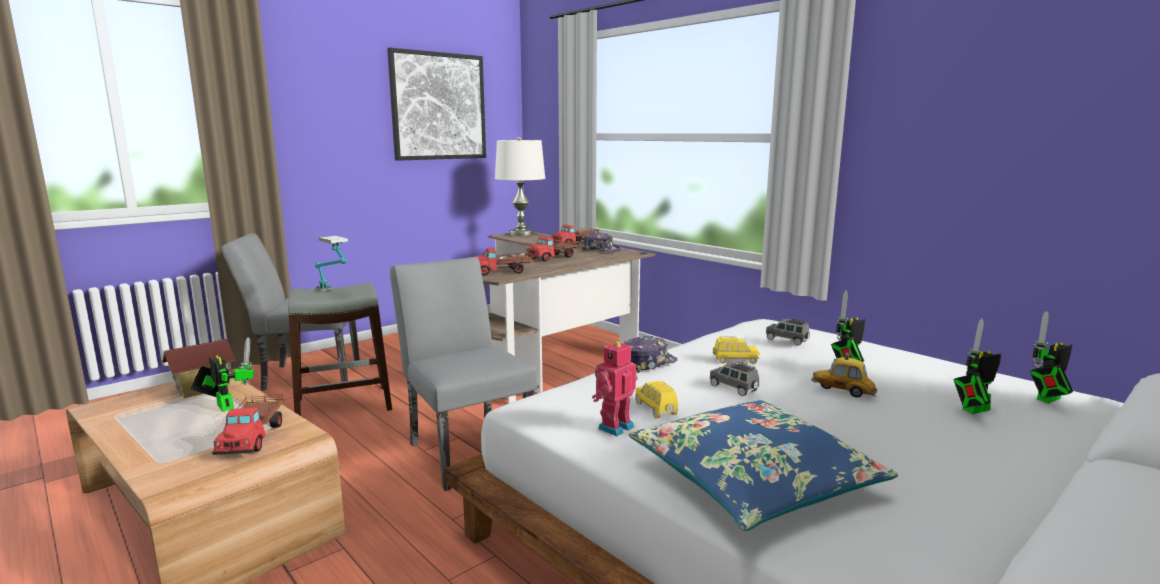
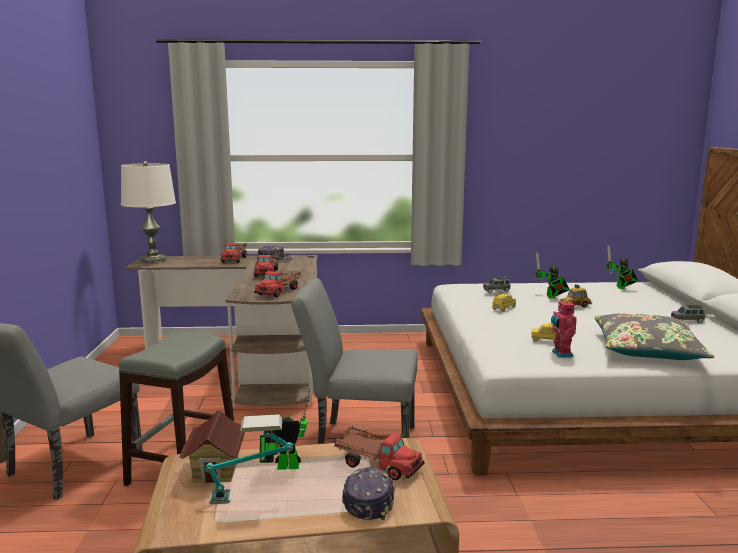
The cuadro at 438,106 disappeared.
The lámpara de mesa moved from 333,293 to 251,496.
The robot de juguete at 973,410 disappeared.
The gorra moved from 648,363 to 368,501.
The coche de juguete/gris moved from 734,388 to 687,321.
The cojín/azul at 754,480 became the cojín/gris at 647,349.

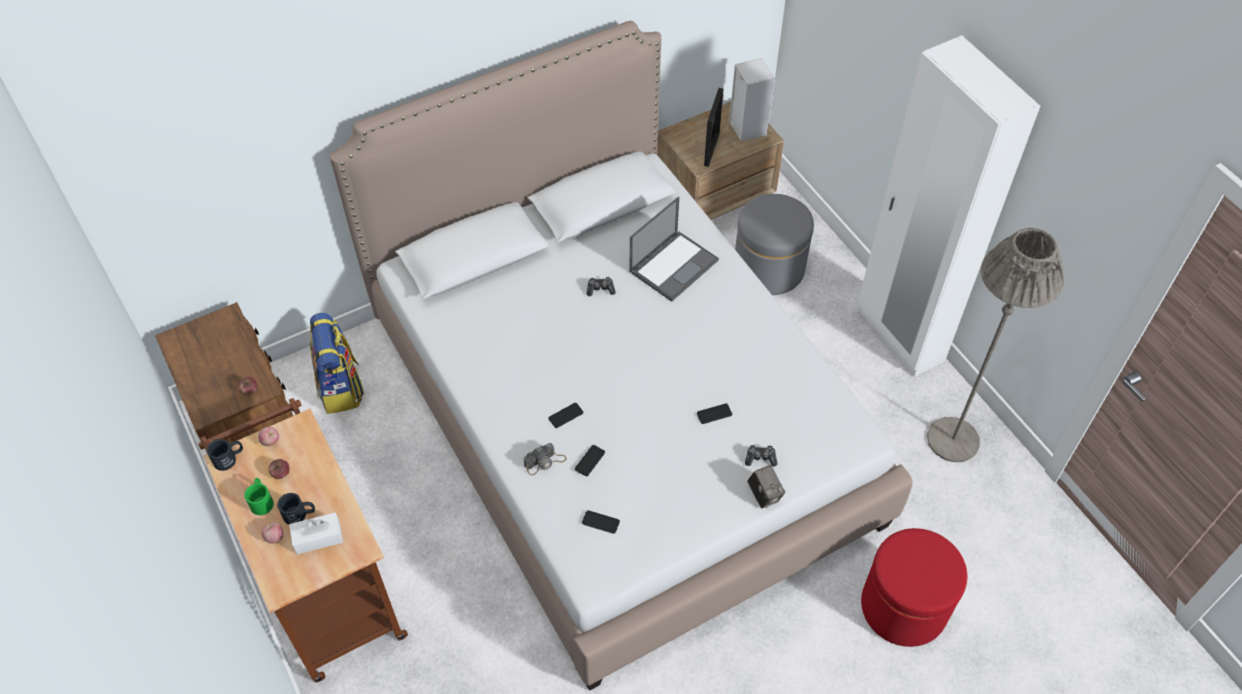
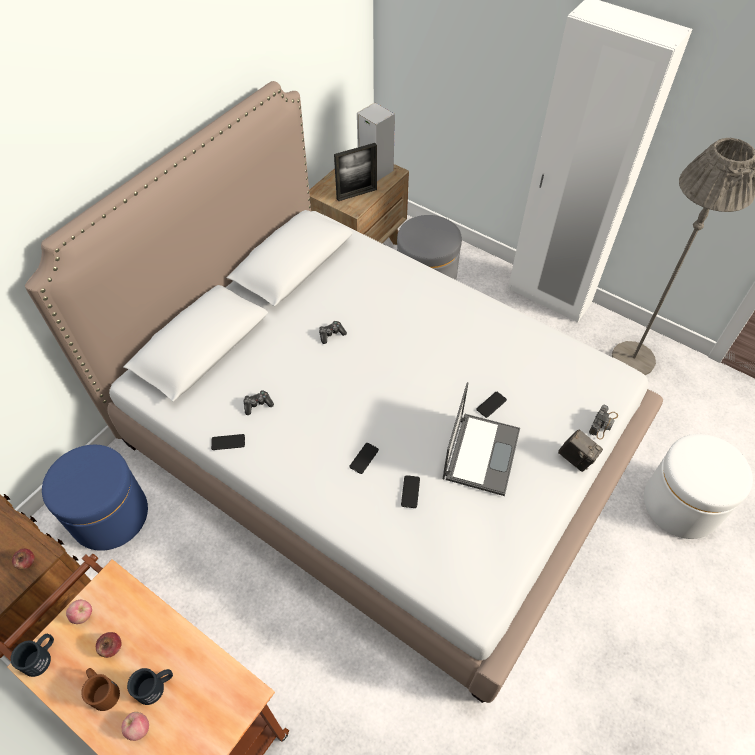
The portarretratos at 711,149 turned 75 degrees clockwise.
The portátil moved from 674,265 to 481,452.
The mochila at 341,388 was replaced by the puf/azul at 110,515.
The cámara moved from 545,462 to 603,423.
The mando de consola moved from 760,458 to 257,404.
The taza grande/verde at 261,500 became the taza grande/marrón at 103,690.
The móvil moved from 600,522 to 228,442.
The caja de pañuelos/blanco at 318,538 disappeared.
The puf/rojo at 903,607 became the puf/blanco at 680,504.

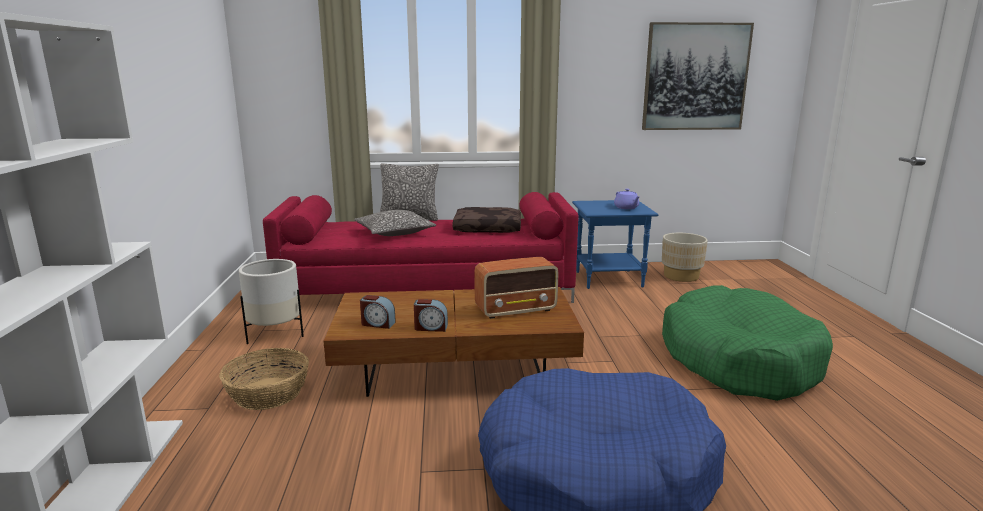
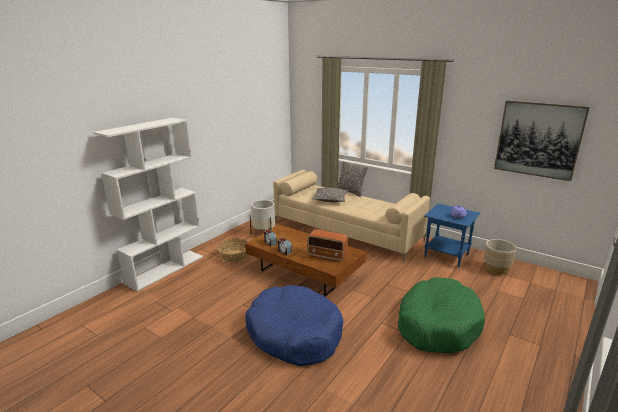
The sofá/rojo at 429,289 became the sofá/beis at 347,231.
The cojín/marrón at 488,228 disappeared.

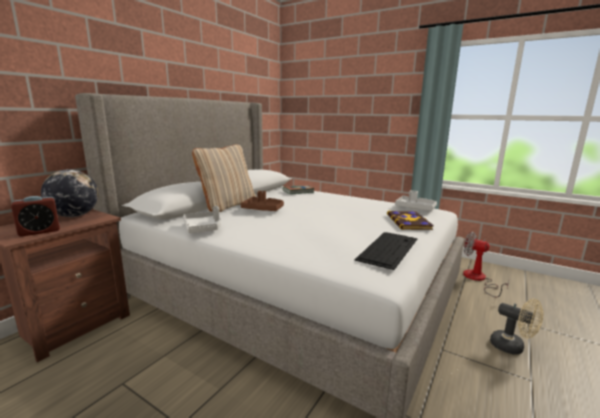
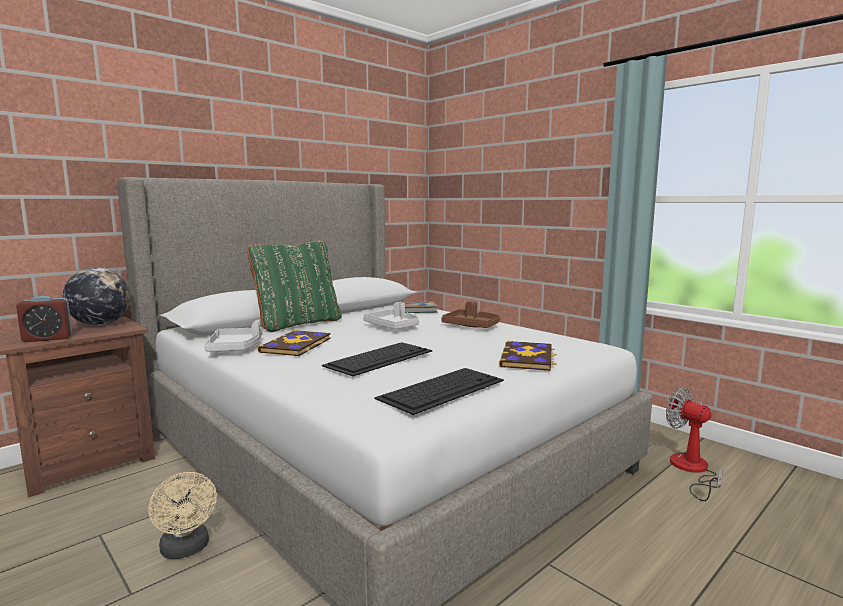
The cojín/beis at 228,206 became the cojín/verde at 298,324.
The bandeja/gris moved from 415,208 to 393,326.
The bandeja/marrón moved from 263,209 to 471,326.
The ventilador/beis moved from 512,347 to 186,549.
The libro at 297,345 appeared.
The teclado at 380,358 appeared.

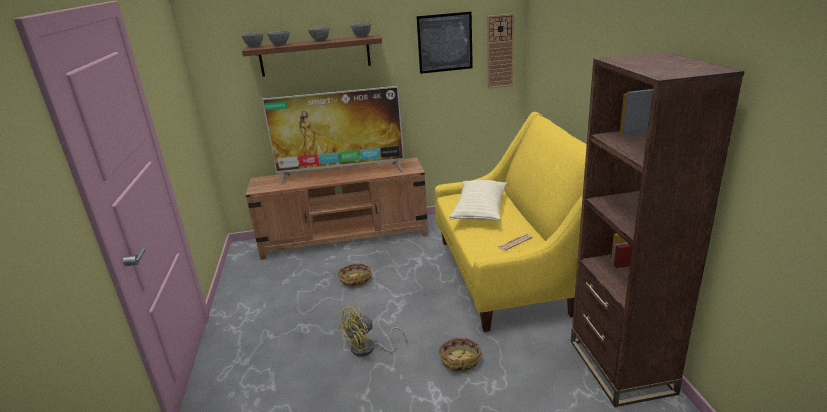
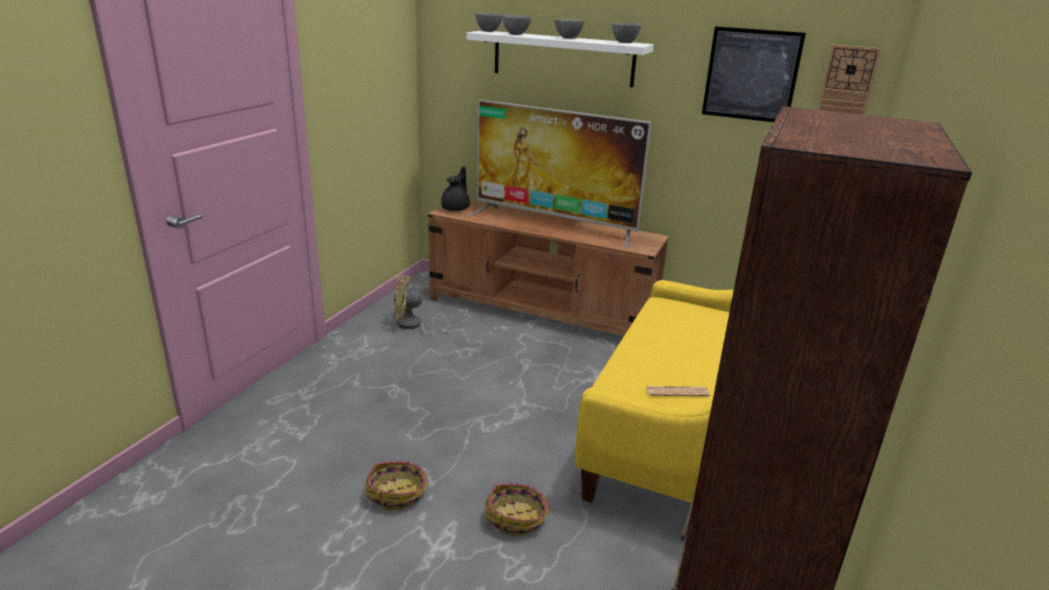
The estante/marrón at 315,55 became the estante/blanco at 563,58.
The cojín/beis at 479,211 disappeared.
The cesta moved from 356,279 to 398,493.
The ventilador/amarillo moved from 368,349 to 412,326.
The tetera/negro at 456,208 appeared.

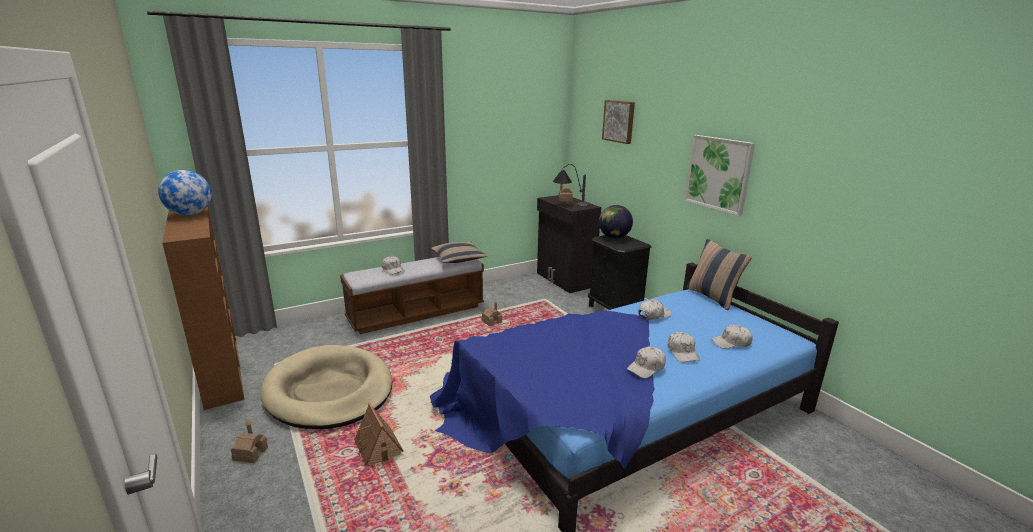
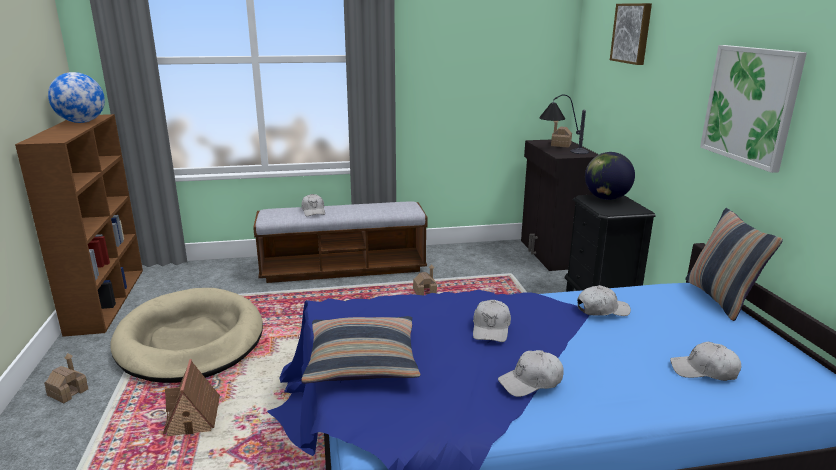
The cojín moved from 458,258 to 362,361.
The gorra/blanco moved from 682,352 to 491,328.

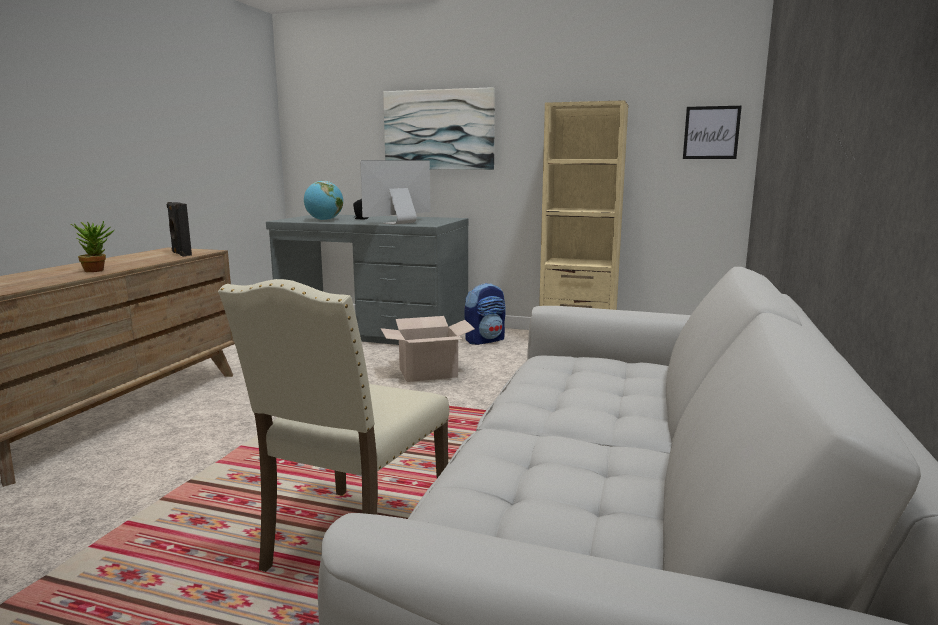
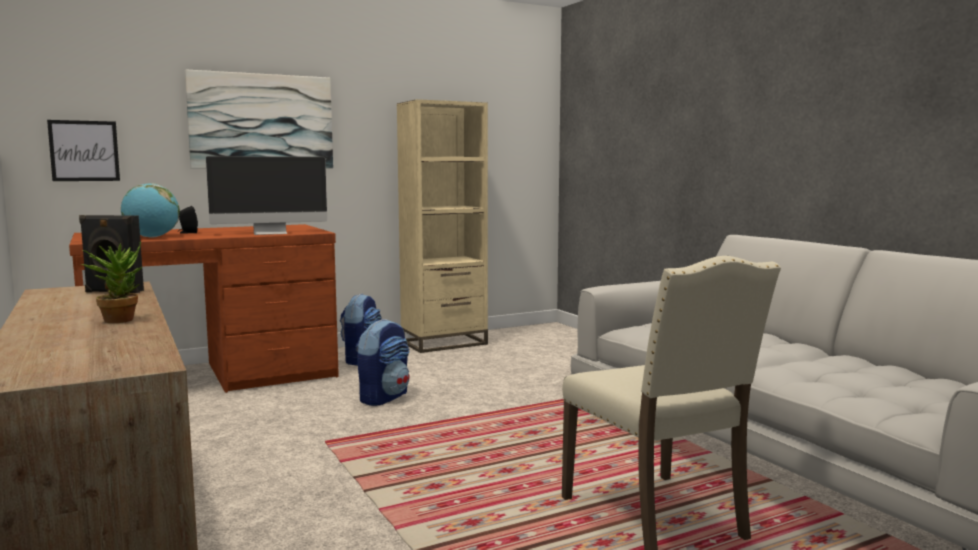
The cuadro moved from 711,132 to 84,151.
The monitor at 399,223 turned 105 degrees counterclockwise.
The escritorio/gris at 374,330 became the escritorio/marrón at 214,377.
The caja de cartón at 428,373 was replaced by the mochila at 383,397.

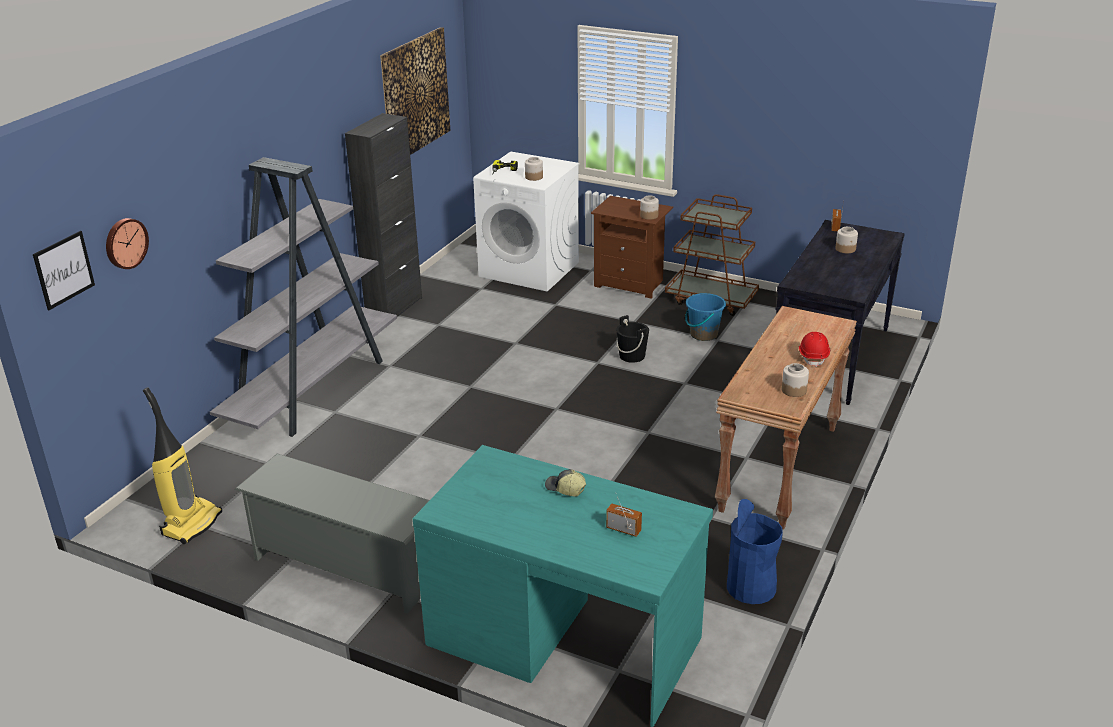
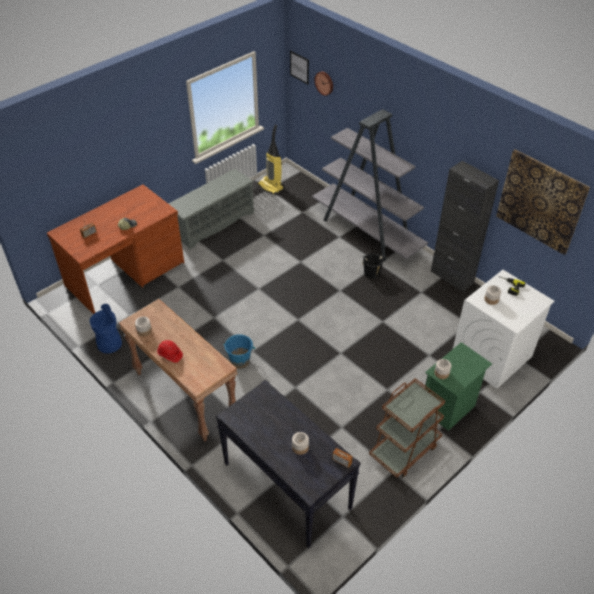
The mesita de noche/marrón at 631,283 became the mesita de noche/verde at 448,408.
The cubo/azul moved from 703,334 to 240,361.
The cubo/negro moved from 632,356 to 371,273.
The escritorio/turquesa at 563,639 became the escritorio/marrón at 126,274.

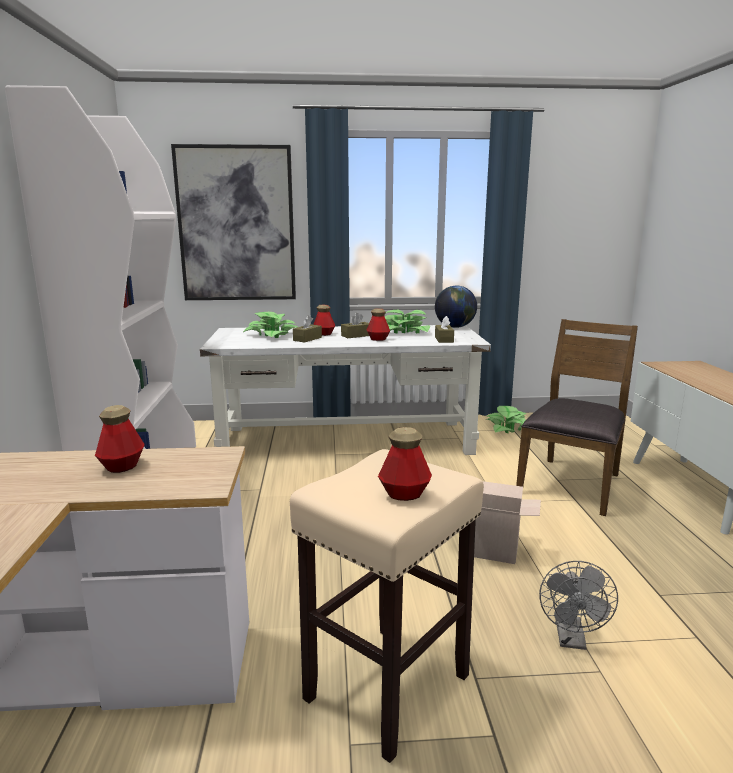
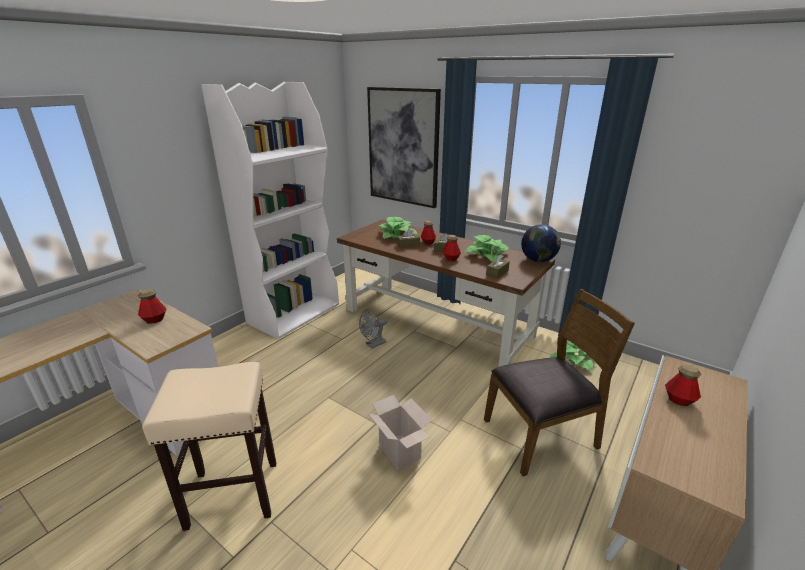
The escritorio/blanco at 347,440 became the escritorio/marrón at 437,322.
The botella moved from 404,494 to 679,400.
The ventilador/gris moved from 571,640 to 373,345.

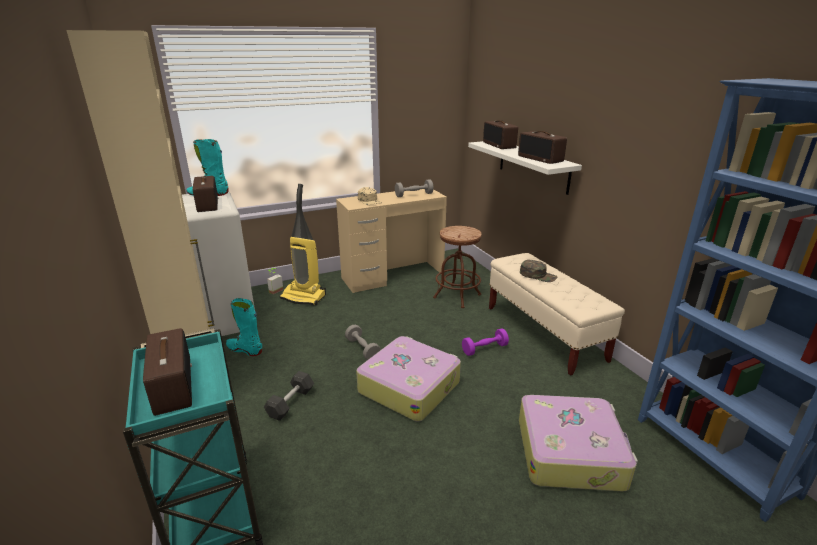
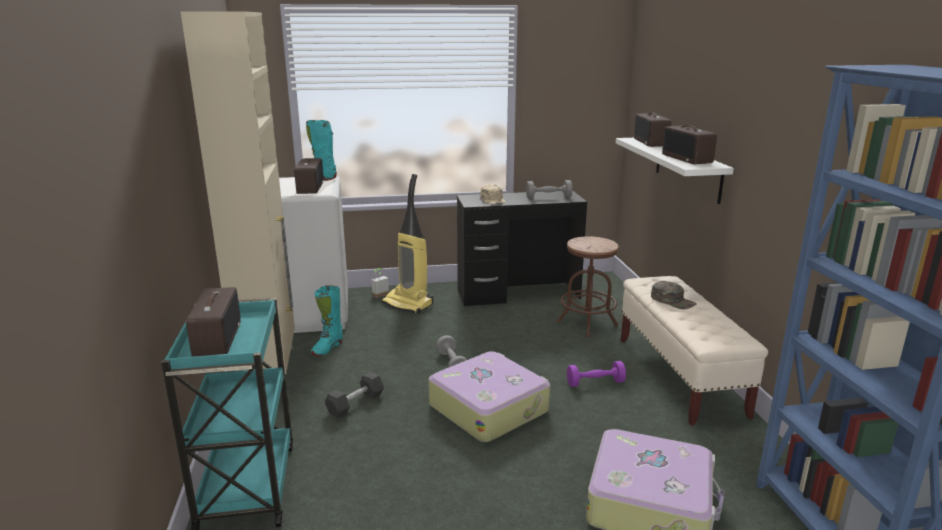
The escritorio/beis at 393,276 became the escritorio/negro at 518,293.
The bota/turquesa at 245,350 turned 105 degrees counterclockwise.

